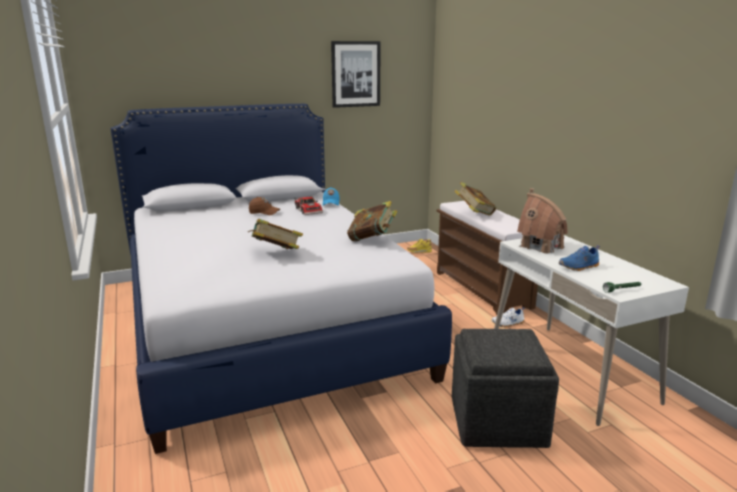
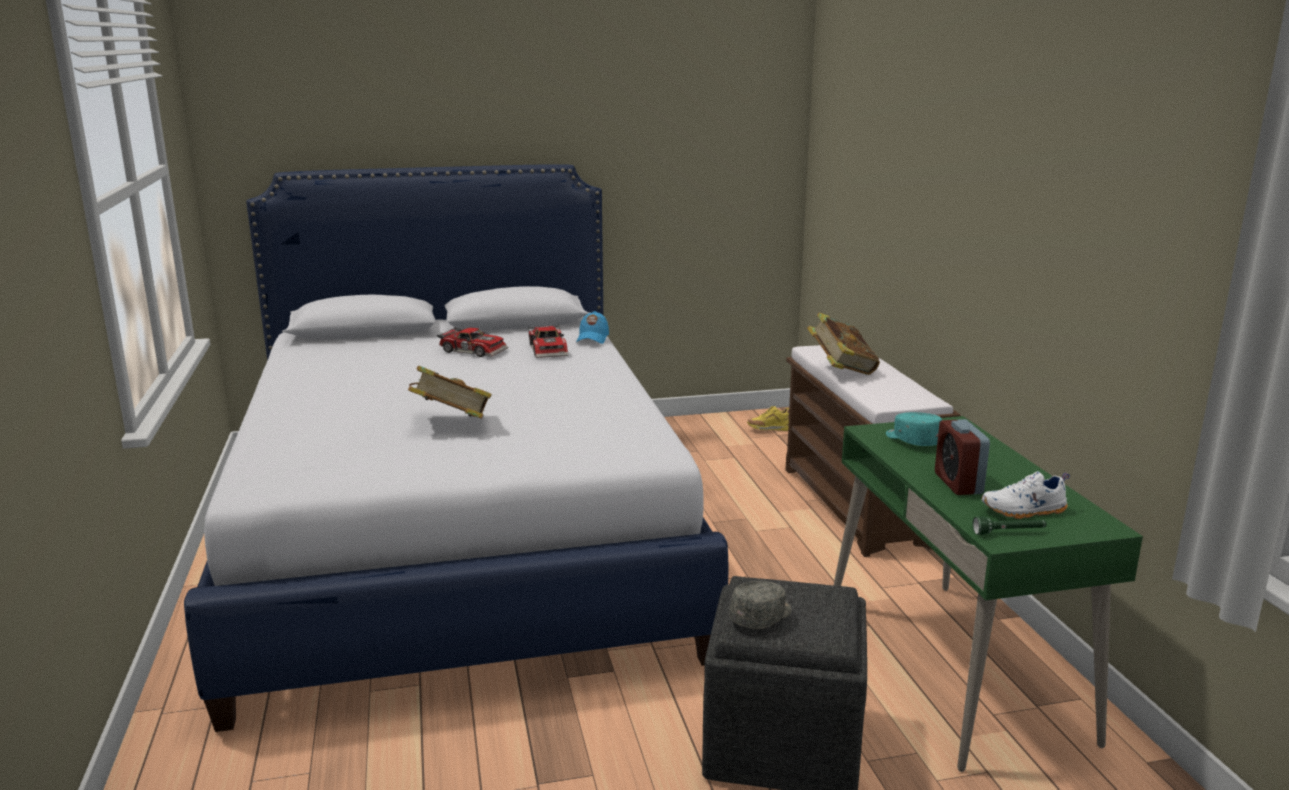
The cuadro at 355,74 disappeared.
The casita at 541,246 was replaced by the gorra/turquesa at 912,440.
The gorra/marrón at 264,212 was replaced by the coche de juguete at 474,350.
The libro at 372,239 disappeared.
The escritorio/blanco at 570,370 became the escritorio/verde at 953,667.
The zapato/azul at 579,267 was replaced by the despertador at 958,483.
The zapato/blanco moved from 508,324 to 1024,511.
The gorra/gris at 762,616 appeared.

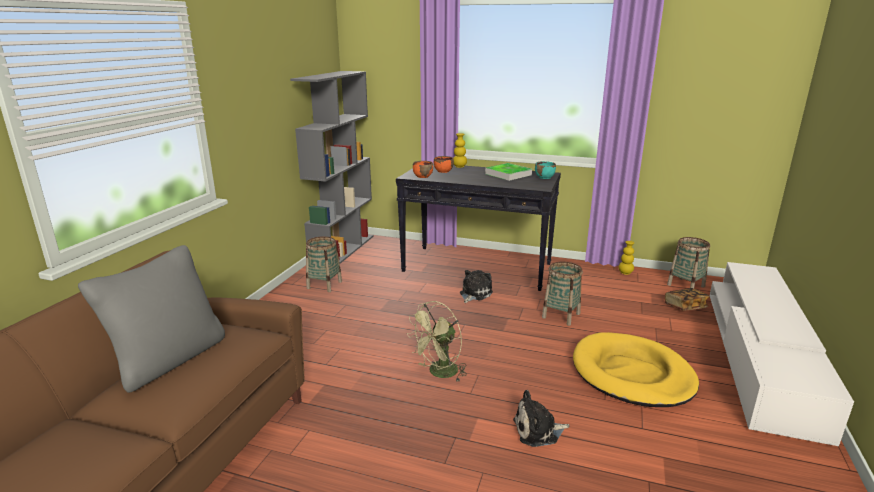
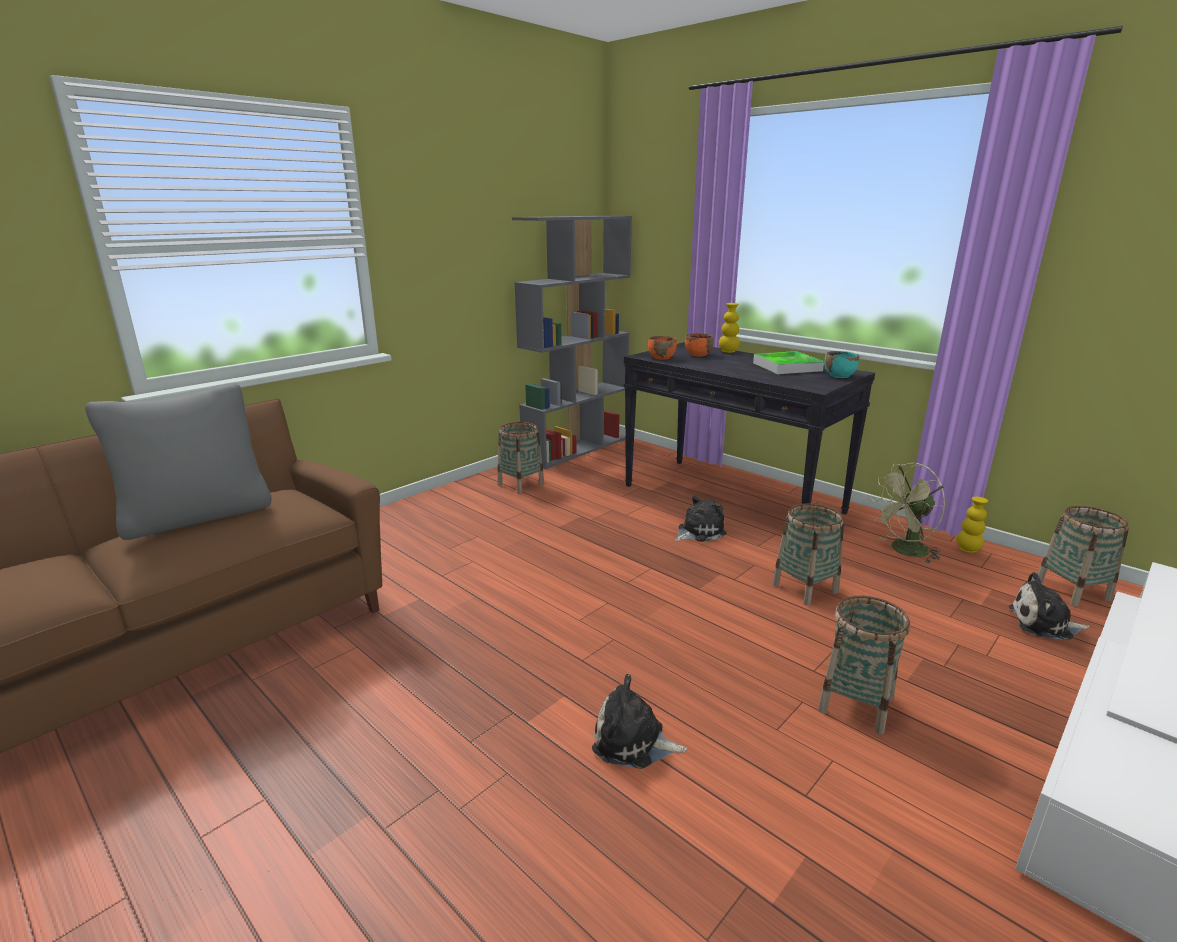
The libro at 685,306 was replaced by the peluche at 1044,624.
The ventilador/verde moved from 439,373 to 904,551.
The cama para perro/amarillo at 632,374 was replaced by the cesta at 856,705.

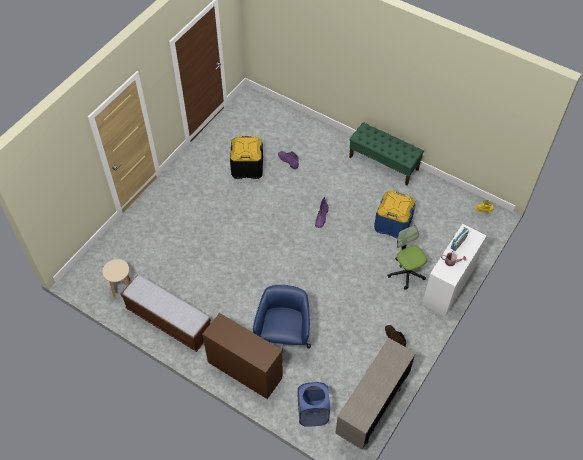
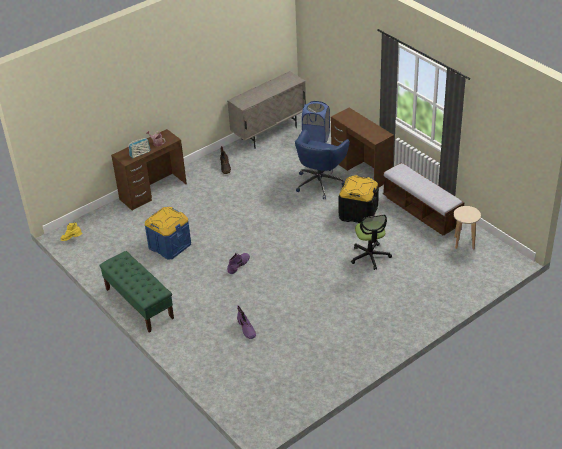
The caja de almacenaje/negro moved from 247,167 to 358,213.
The escritorio/blanco at 449,285 became the escritorio/marrón at 153,191.
The silla de oficina moved from 406,273 to 370,256.

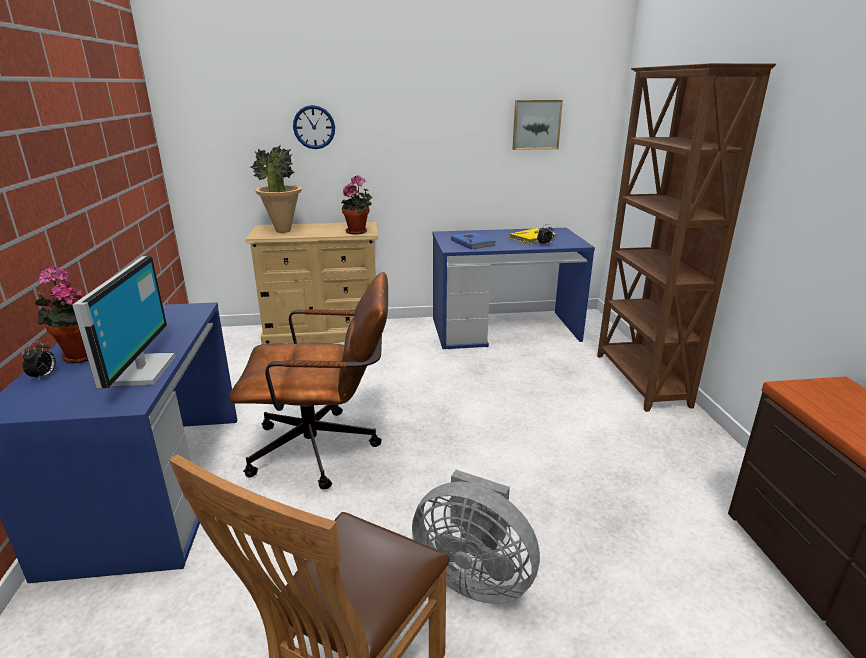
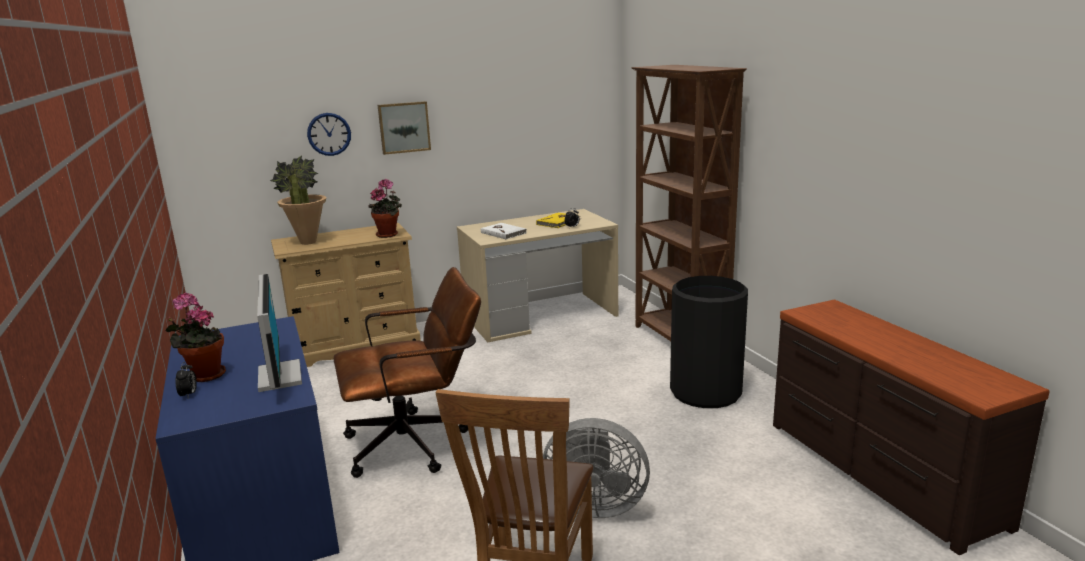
The cuadro moved from 536,124 to 404,127.
The escritorio/azul at 504,329 became the escritorio/beis at 540,315.
The libro/azul at 473,242 became the libro/blanco at 503,233.
The papelera/negro at 706,392 appeared.

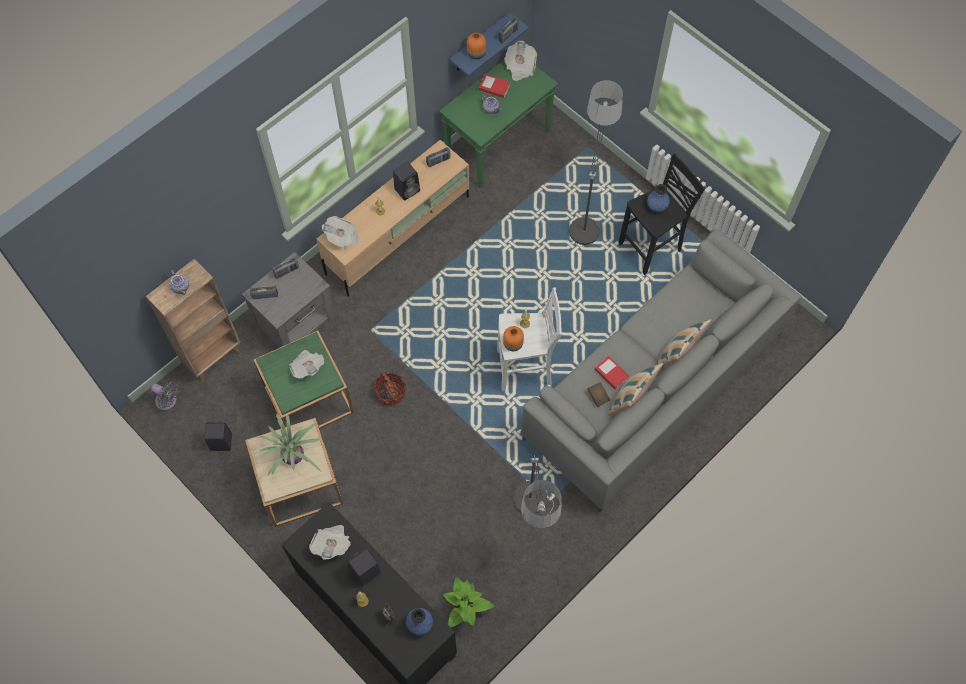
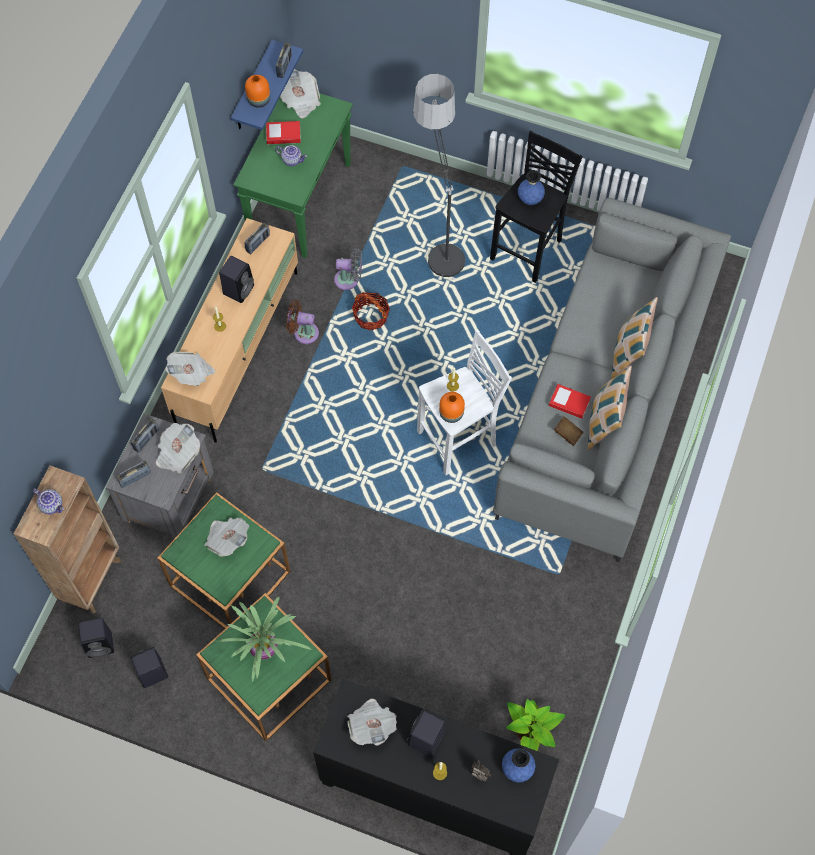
The cesta moved from 390,393 to 371,316.
The ventilador/gris moved from 168,401 to 349,280.
The mesa auxiliar/beis at 299,483 became the mesa auxiliar/verde at 269,679.
The lámpara de pie at 533,525 disappeared.
The ventilador/marrón at 303,332 appeared.
The periódico at 178,453 appeared.
The altavoz/negro at 101,644 appeared.

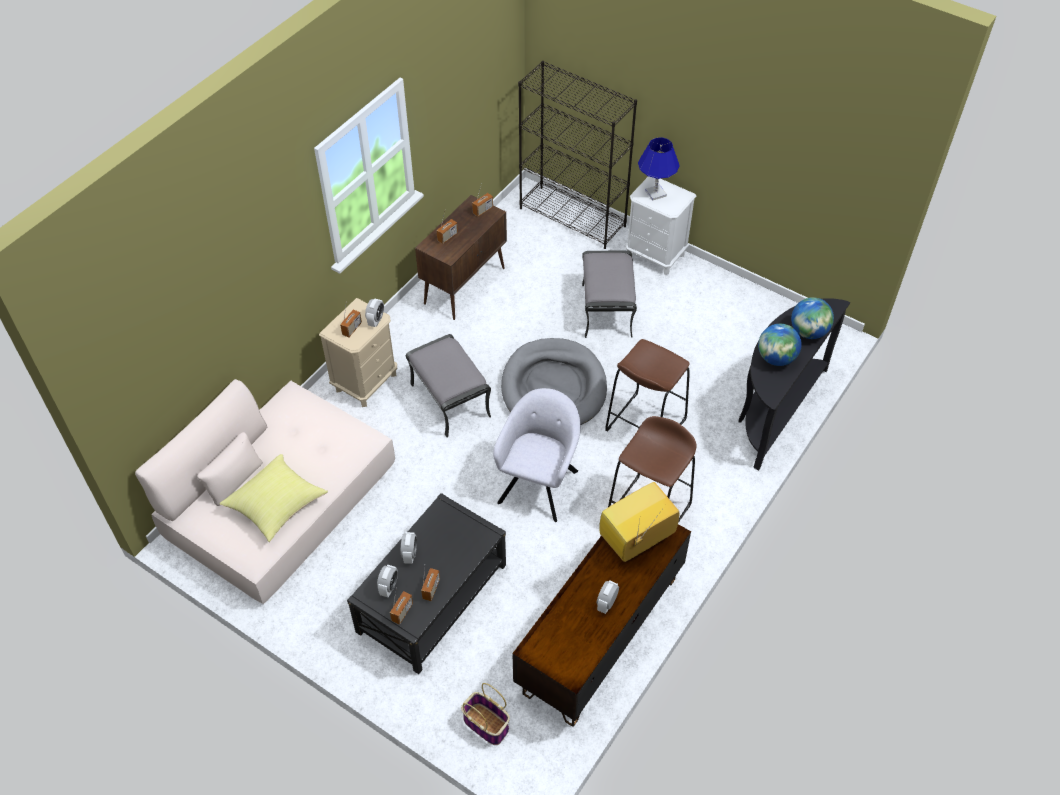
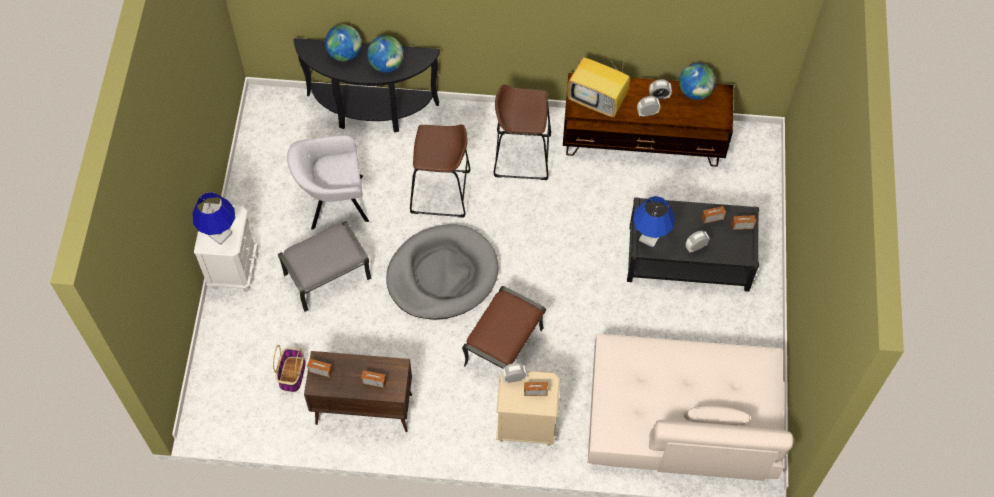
The estantería/negro at 573,217 disappeared.
The puf/gris at 449,400 became the puf/marrón at 504,347.
The sillón/gris moved from 539,483 to 333,202.
The cojín/amarillo at 276,506 disappeared.
The despertador moved from 389,587 to 647,113.
The cesta moved from 487,724 to 292,373.
The globo terráqueo at 695,91 appeared.
The lámpara de mesa/azul at 650,237 appeared.

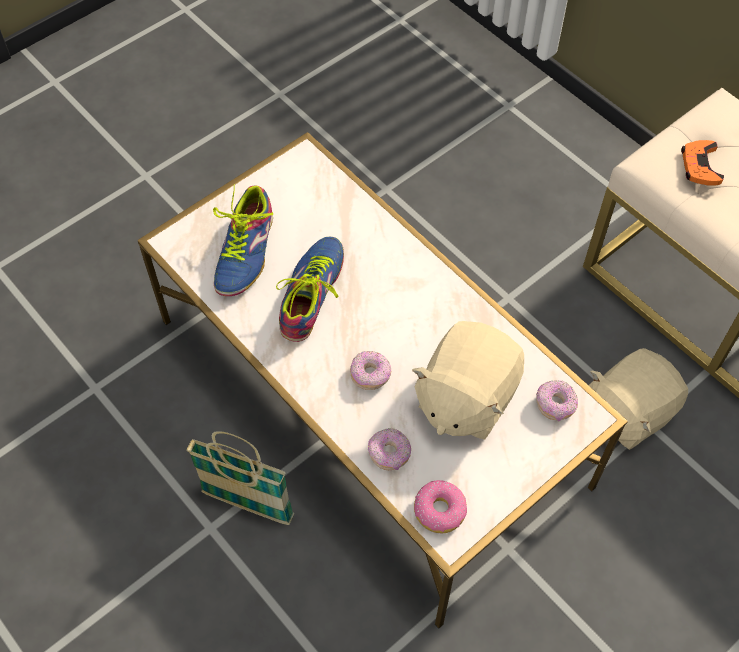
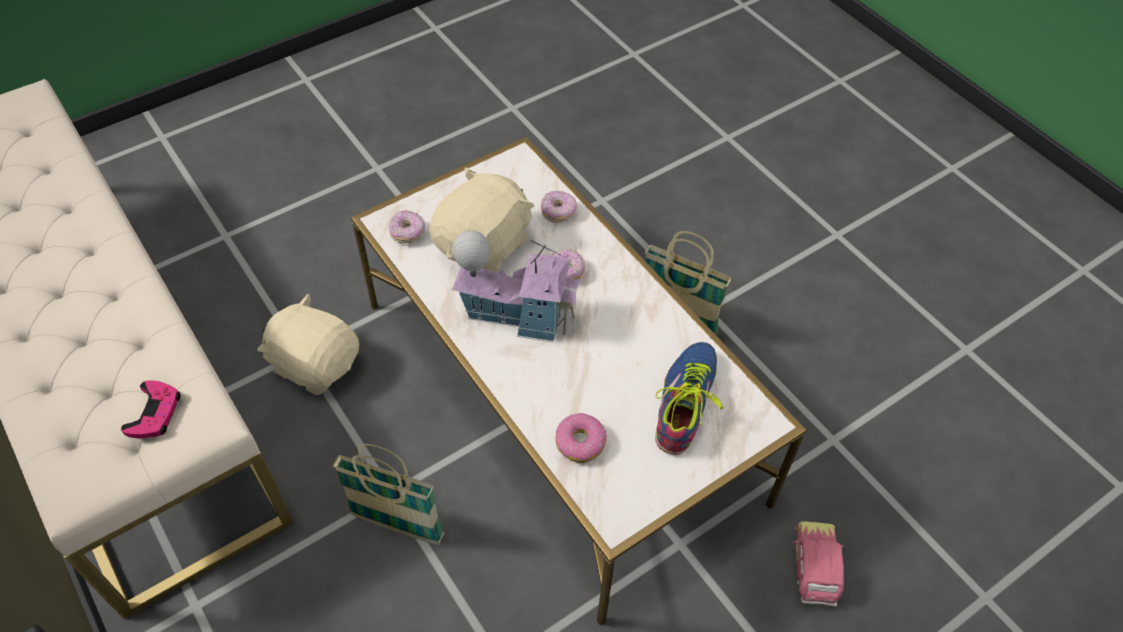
The mando de consola/naranja at 700,166 became the mando de consola/rosa at 154,413.
The zapato at 311,293 disappeared.
The peluche/beis at 627,412 turned 120 degrees counterclockwise.
The rosquilla moved from 440,511 to 580,442.
The casita at 518,315 appeared.
The cesta at 397,525 appeared.
The coche de juguete at 814,567 appeared.

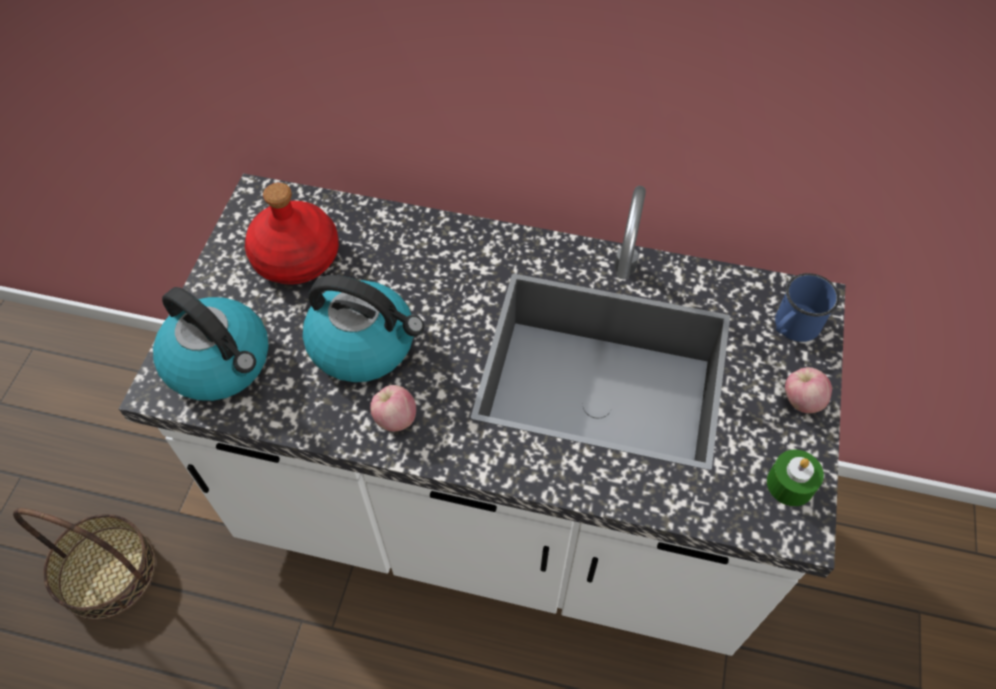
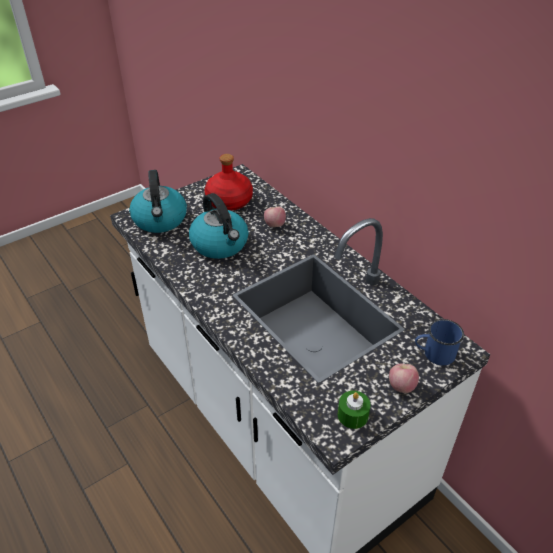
The manzana moved from 395,418 to 274,225.
The cesta at 106,572 disappeared.

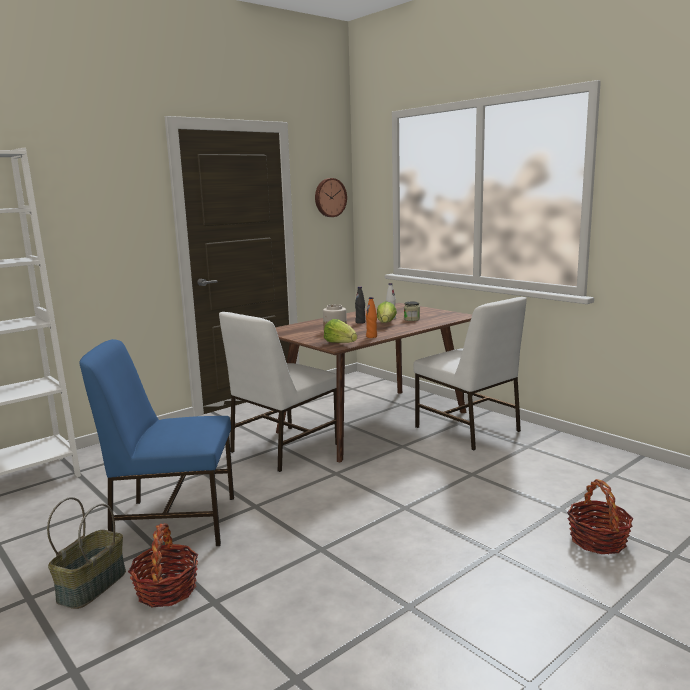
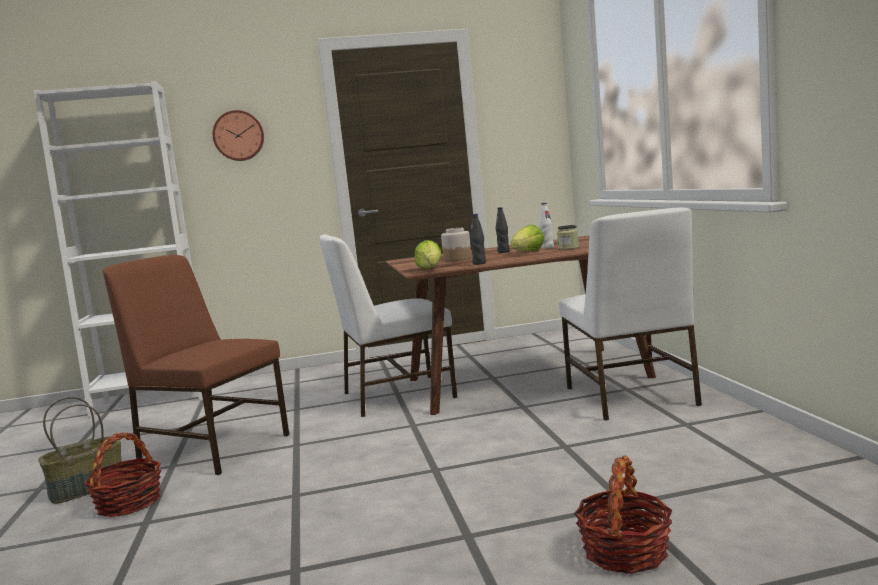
The reloj de pared moved from 329,197 to 238,136.
The botella/naranja at 371,336 became the botella/negro at 479,263.
The silla/azul at 173,522 became the silla/marrón at 213,447.

